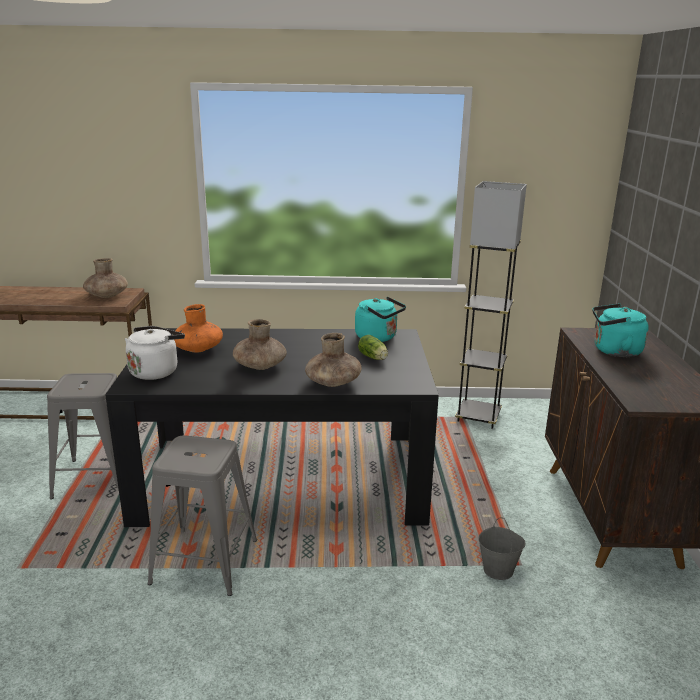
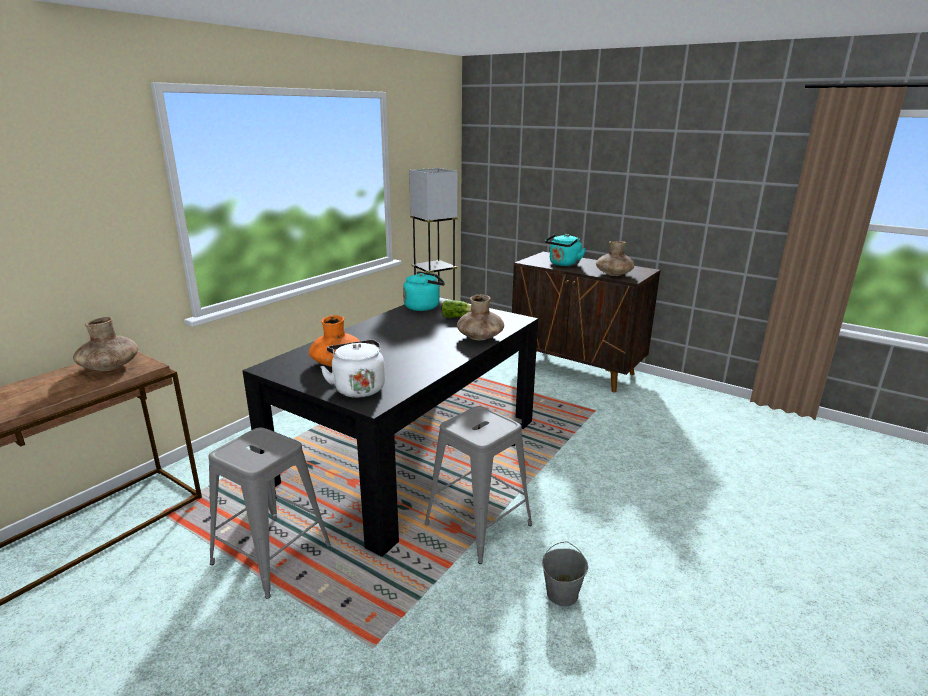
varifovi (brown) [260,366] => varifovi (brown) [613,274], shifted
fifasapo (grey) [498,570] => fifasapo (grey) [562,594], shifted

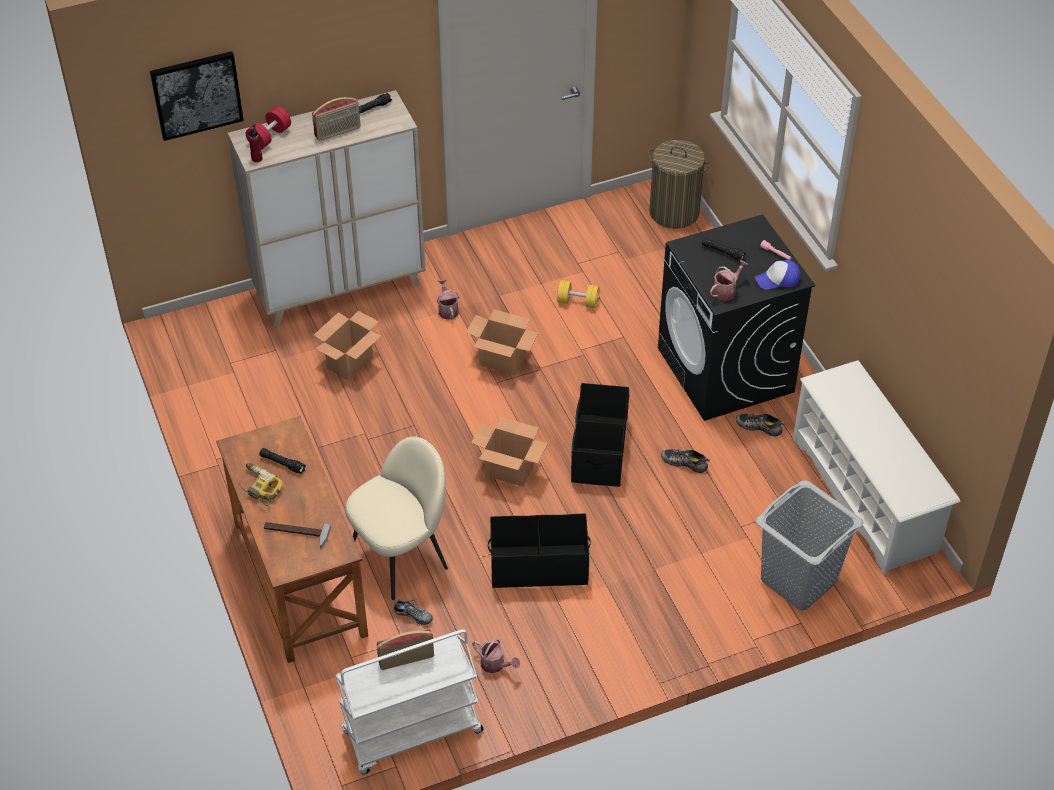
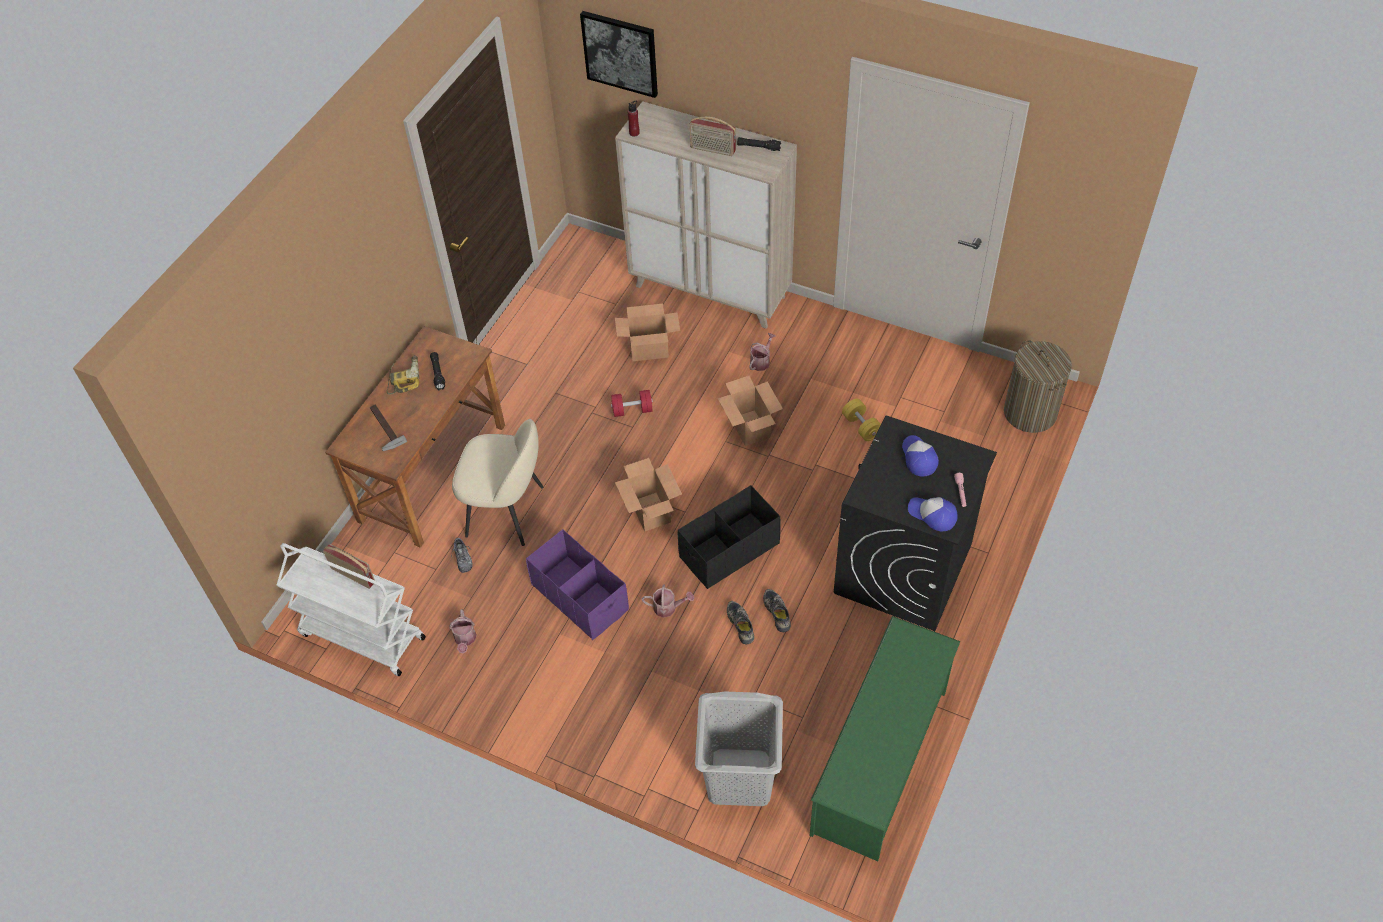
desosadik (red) [269,137] => desosadik (red) [632,410], shifted
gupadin [726,290] => gupadin [668,607], shifted
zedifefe [759,426] => zedifefe [741,624], shifted
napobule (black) [723,252] => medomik [918,458]
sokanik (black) [538,566] => sokanik (purple) [580,597]
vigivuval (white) [865,495] => vigivuval (green) [880,761]

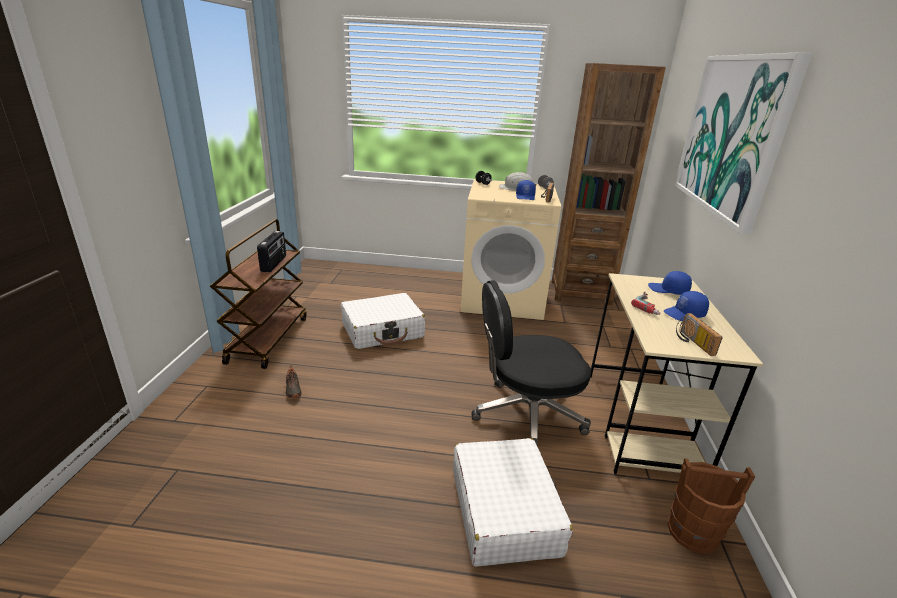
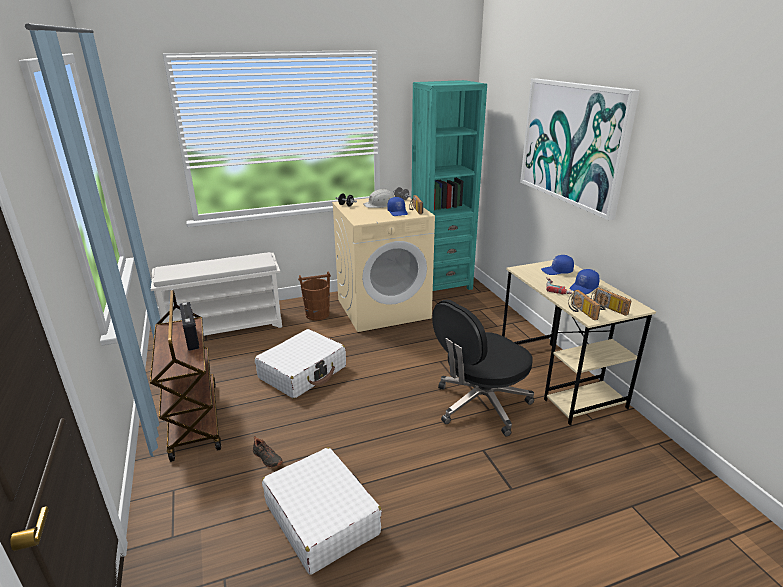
nothing => vigivuval (white) [227,327]
nothing => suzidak [580,311]
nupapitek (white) [504,510] => nupapitek (white) [321,518], shifted
fifasapo (brown) [693,532] => fifasapo (brown) [317,314], shifted
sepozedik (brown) [580,292] => sepozedik (turquoise) [441,284]

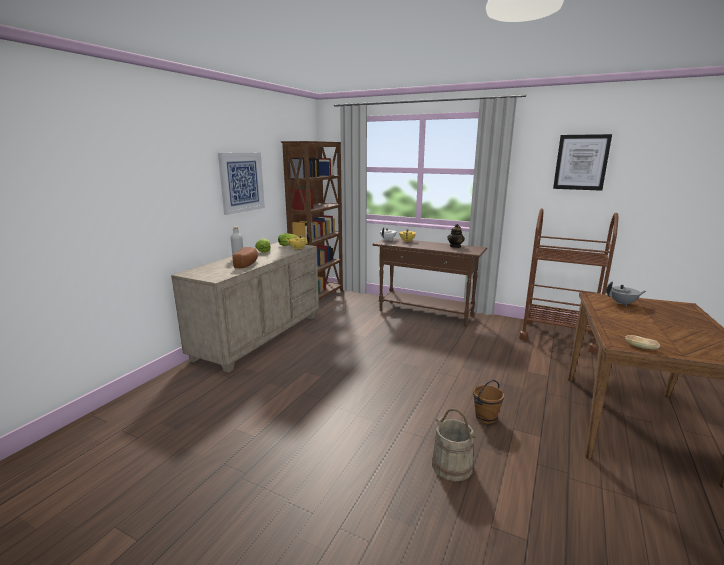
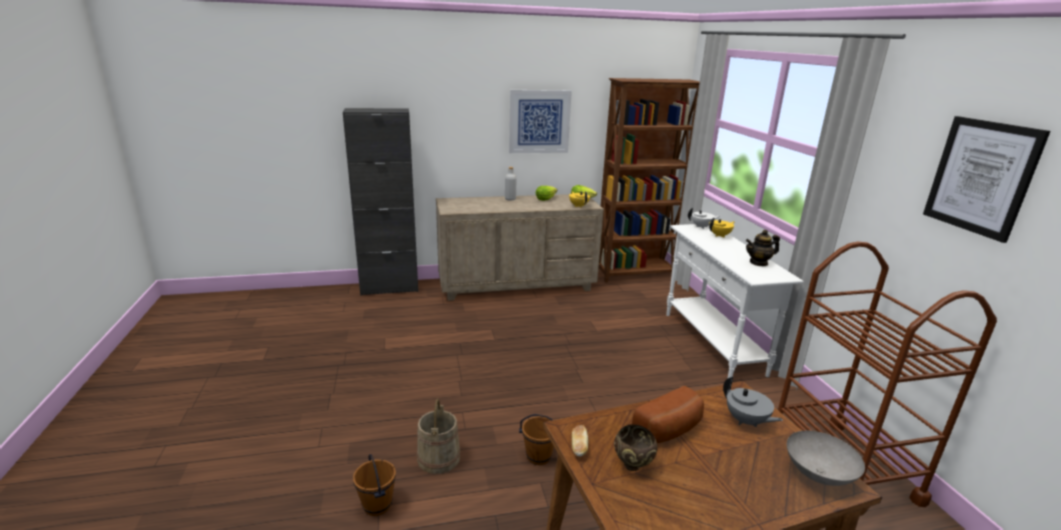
nothing => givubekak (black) [389,288]
nothing => fifasapo (brown) [377,505]
nothing => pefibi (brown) [633,466]
nothing => pefibi (grey) [818,474]
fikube [248,264] => fikube [670,430], shifted
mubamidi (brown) [425,313] => mubamidi (white) [712,343]

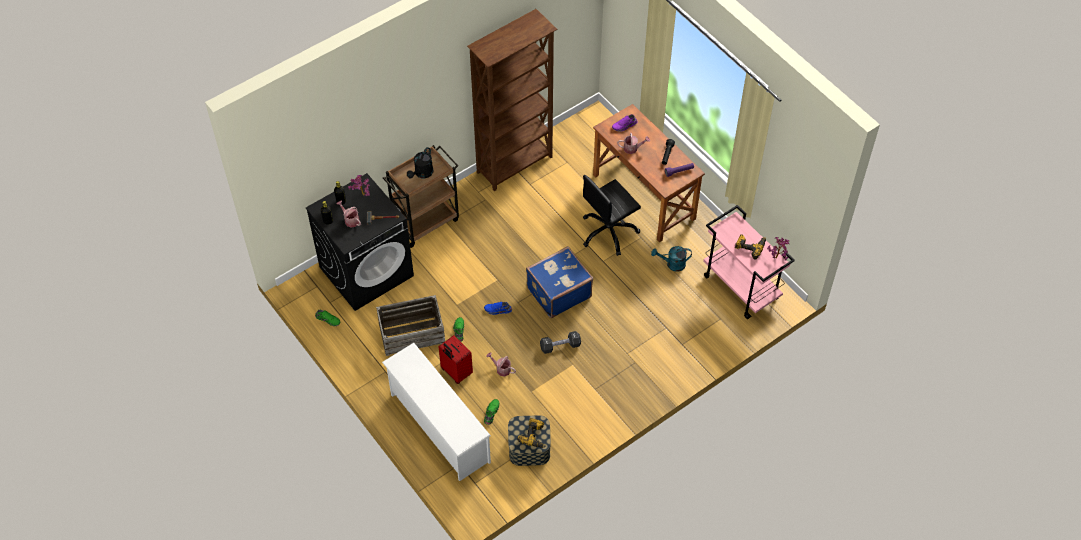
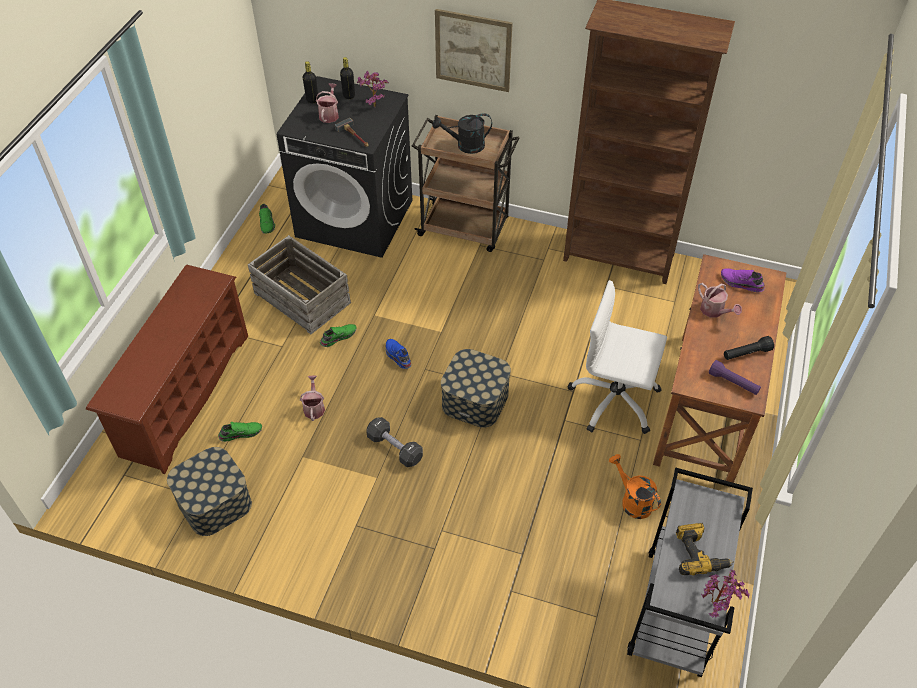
nupapitek (red) [456,372] => nothing
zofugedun [534,436] => nothing
nothing => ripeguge [473,50]
nupapitek (blue) [558,292] => sokanik [475,400]
vigivuval (white) [438,428] => vigivuval (brown) [184,393]
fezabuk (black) [609,232] => fezabuk (white) [614,400]
gupadin (turquoise) [672,264] => gupadin (orange) [632,500]
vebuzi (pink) [741,287] => vebuzi (grey) [675,613]

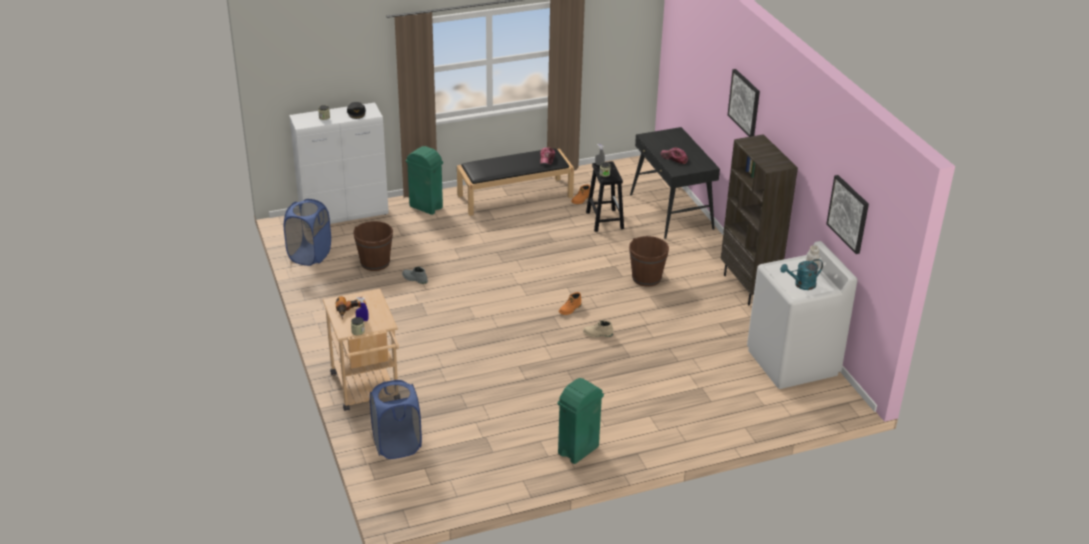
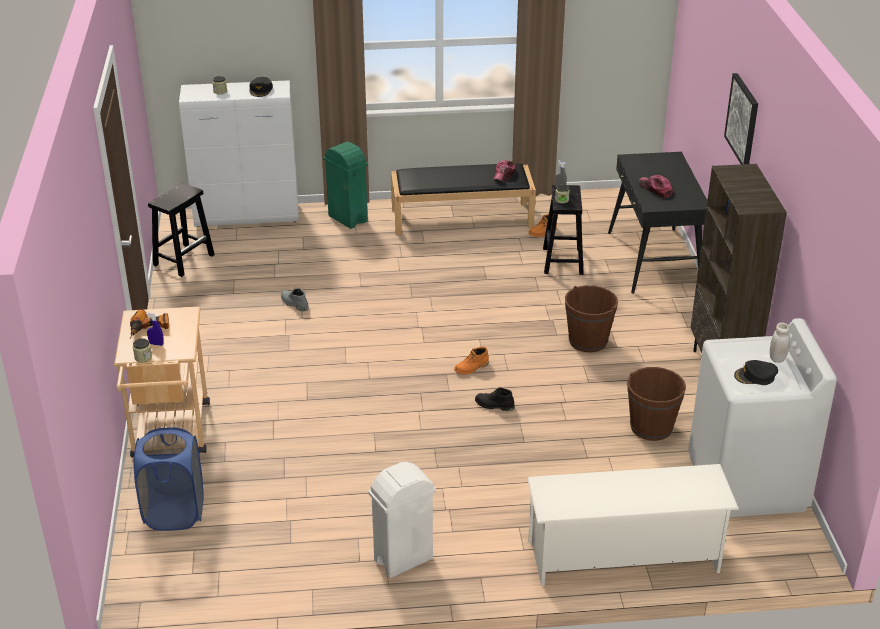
ripeguge [848,214] => nothing
nothing => vigivuval (white) [623,557]
fifasapo (brown) [375,263] => fifasapo (brown) [651,427], shifted
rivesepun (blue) [310,255] => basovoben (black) [184,259]
gupadin (turquoise) [801,285] => medomik (black) [755,376]
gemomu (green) [577,450] => gemomu (white) [402,559]
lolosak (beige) [597,334] => lolosak (black) [494,405]

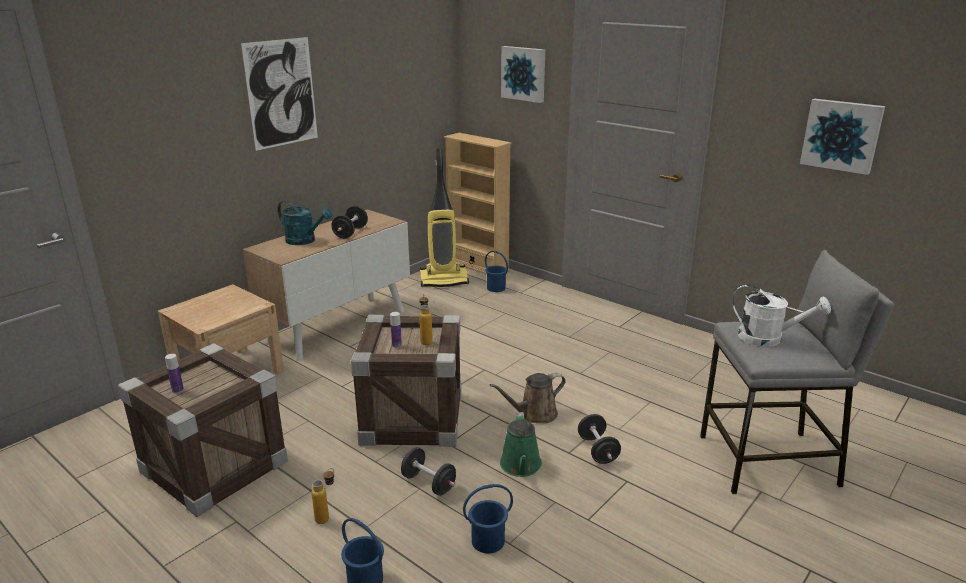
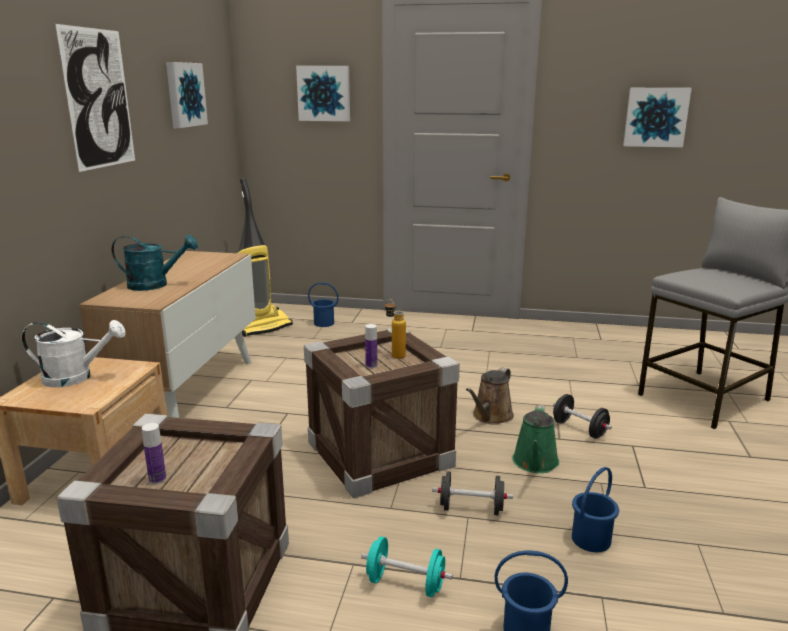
desosadik (black) [350,233] => nothing
sepozedik (beige) [477,266] => nothing
nothing => ripeguge [184,94]
gupadin (white) [768,339] => gupadin (white) [76,377], shifted
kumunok [327,517] => desosadik (turquoise) [405,584]
gupadin (green) [521,466] => gupadin (green) [535,463], 45 degrees clockwise

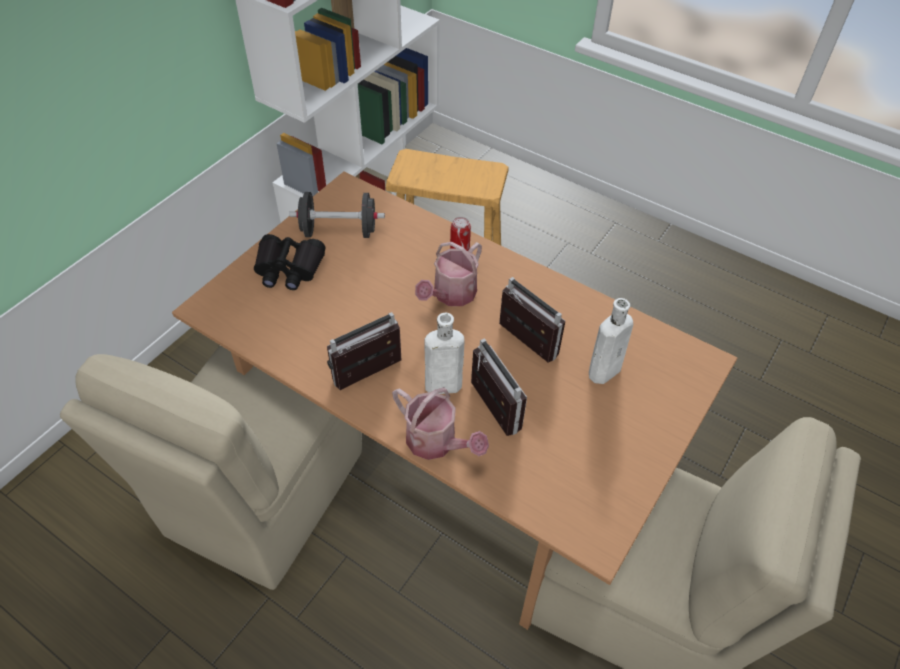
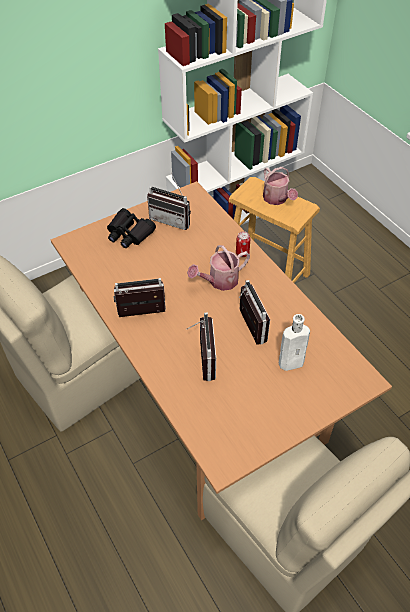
kumunok (white) [440,386] => nothing
gupadin [437,442] => gupadin [277,199], shifted
desosadik (black) [339,231] => suzidak [172,219]

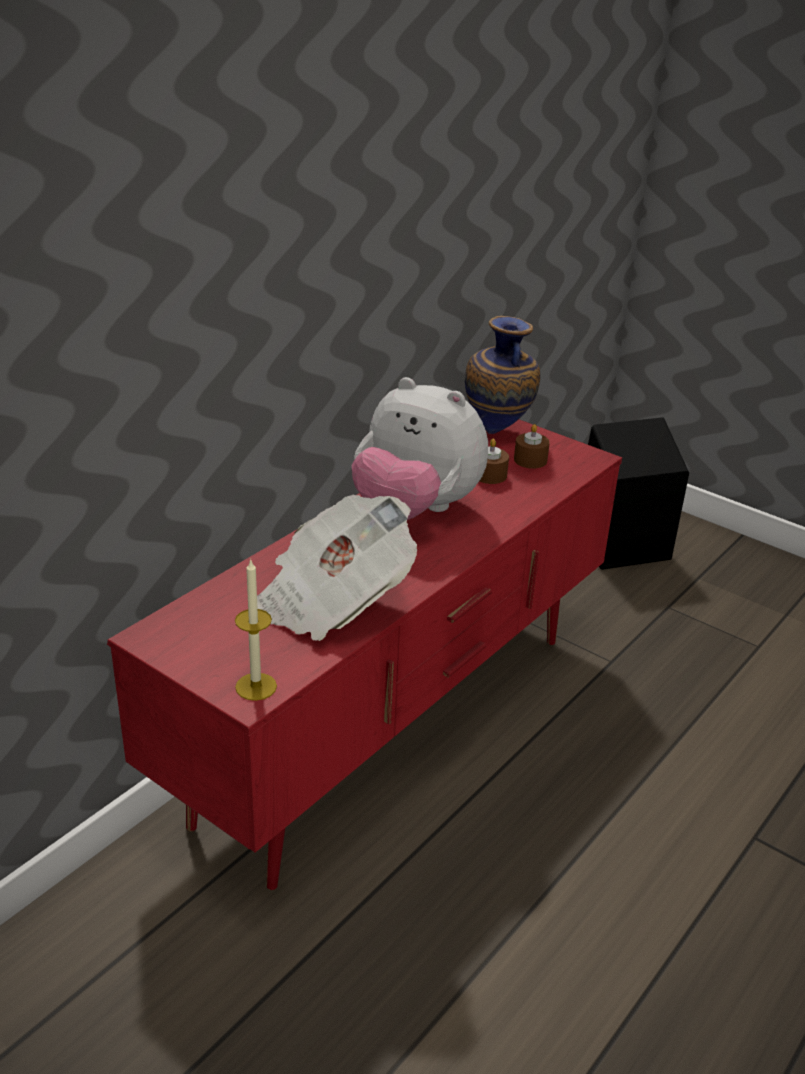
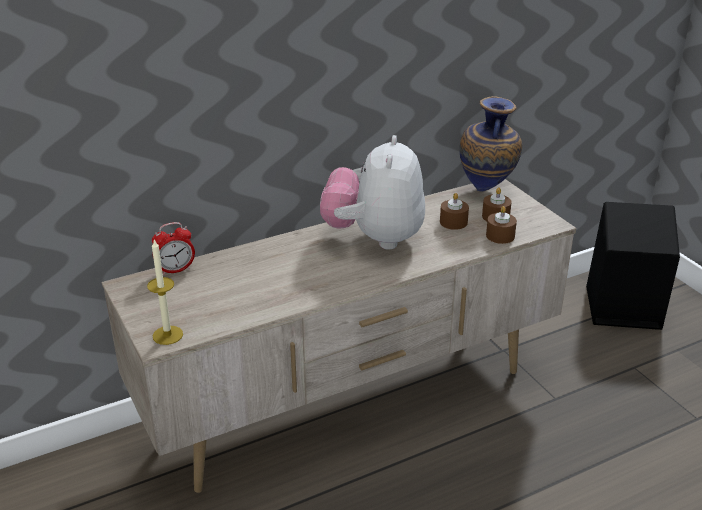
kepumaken [332,601] => nothing
nothing => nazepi [175,270]
nothing => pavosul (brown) [500,236]
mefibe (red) [393,727] => mefibe (beige) [350,404]
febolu [415,511] => febolu [374,238], 45 degrees clockwise

